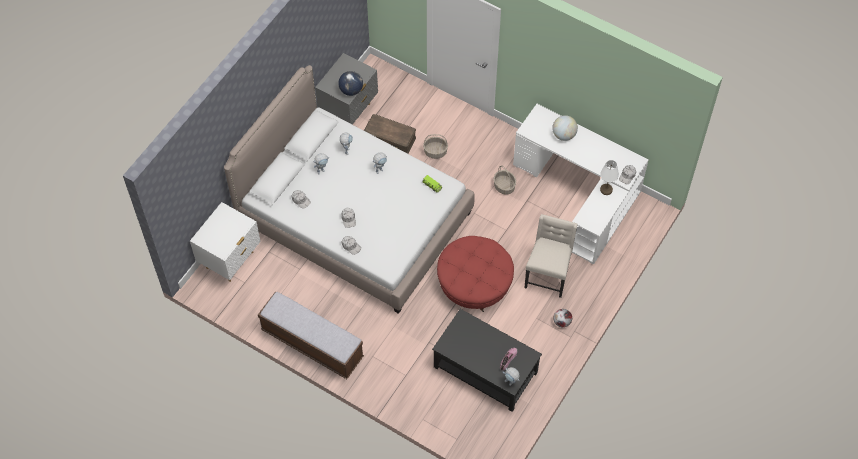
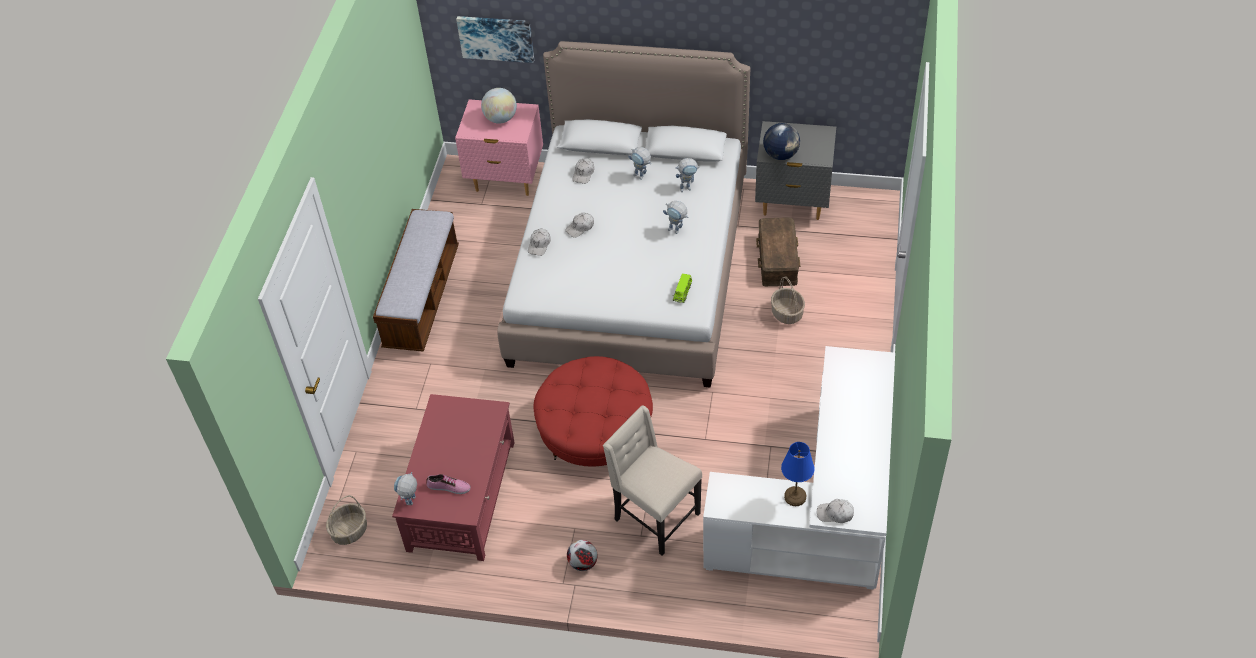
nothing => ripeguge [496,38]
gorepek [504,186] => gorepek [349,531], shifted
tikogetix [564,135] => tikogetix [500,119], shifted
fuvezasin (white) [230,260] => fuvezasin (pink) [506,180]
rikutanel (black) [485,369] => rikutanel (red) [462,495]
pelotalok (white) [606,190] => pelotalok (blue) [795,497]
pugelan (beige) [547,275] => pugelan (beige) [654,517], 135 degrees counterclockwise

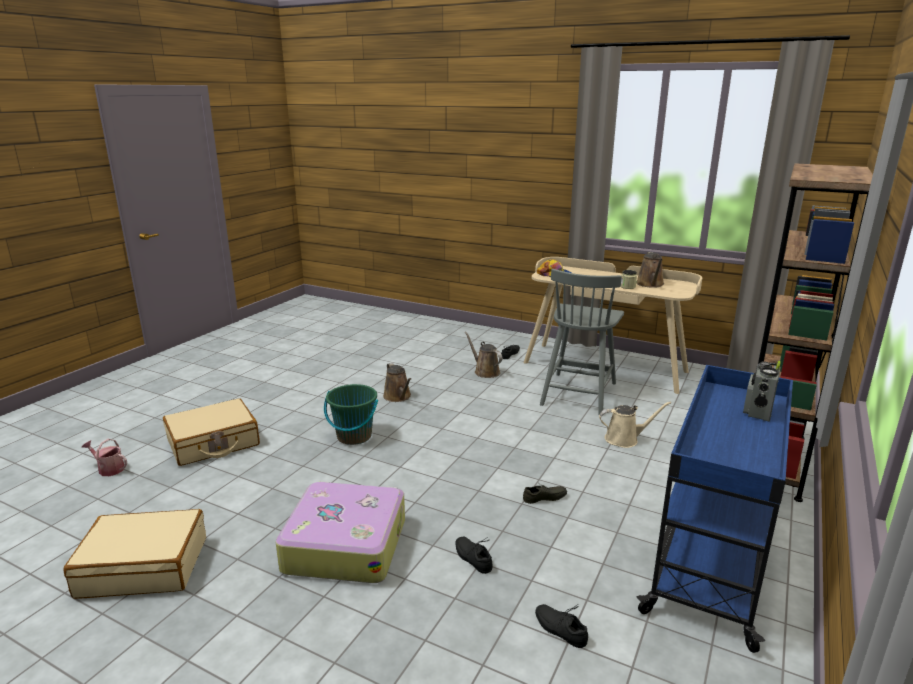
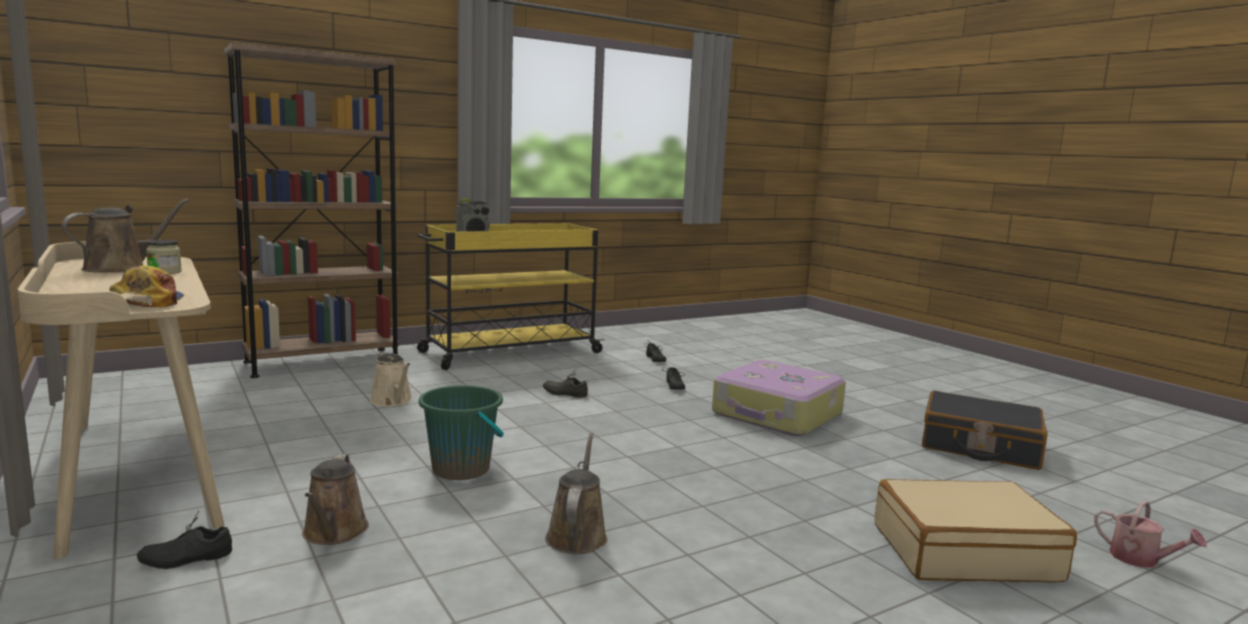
pugelan (grey) [578,393] => nothing
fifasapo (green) [354,436] => fifasapo (green) [461,469], shifted
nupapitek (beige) [144,566] => nupapitek (black) [979,446]
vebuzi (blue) [712,555] => vebuzi (yellow) [509,352]
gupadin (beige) [624,439] => gupadin (beige) [393,401], 150 degrees counterclockwise

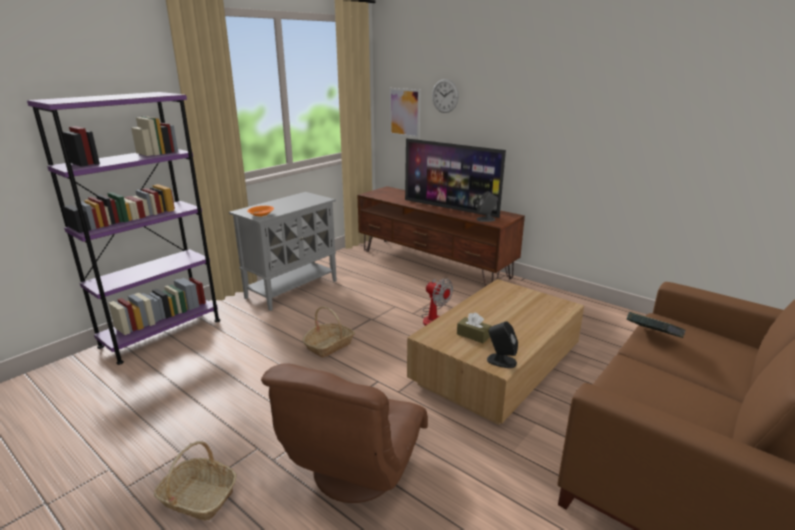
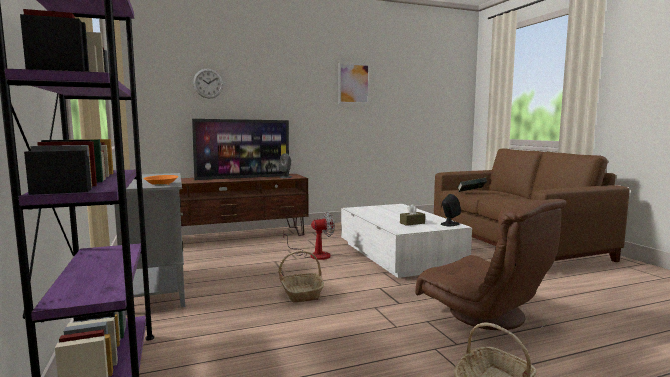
ripeguge [404,112] => ripeguge [354,83], shifted
rikutanel (brown) [496,366] => rikutanel (white) [399,255]

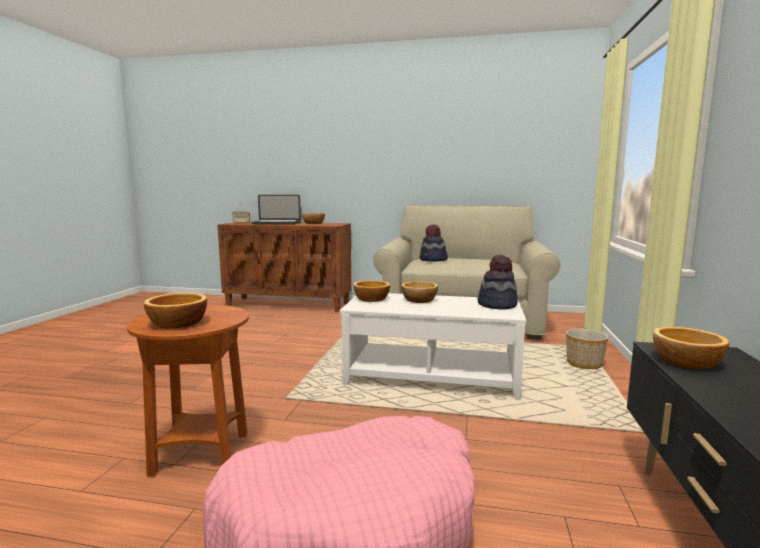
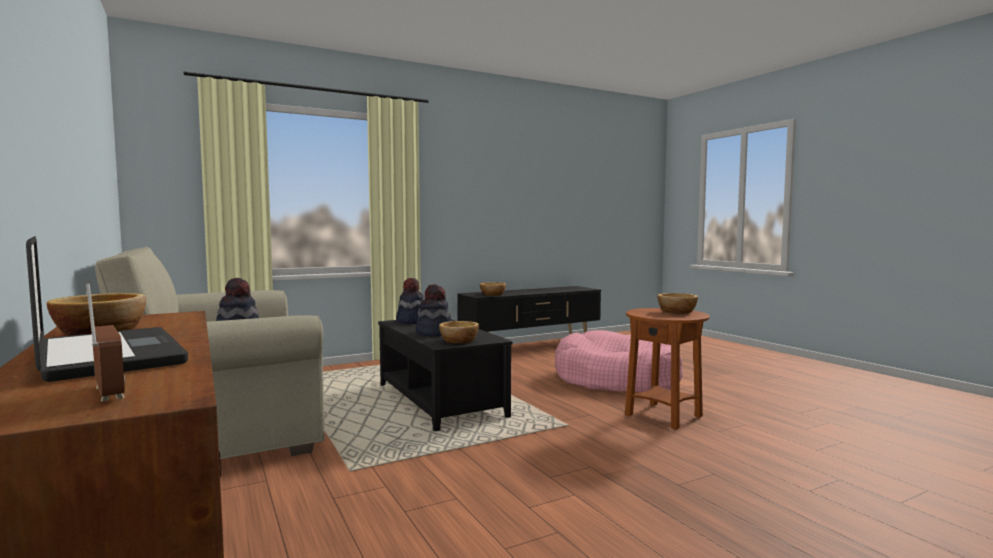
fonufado [584,364] => nothing
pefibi [420,300] => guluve [434,333]
rikutanel (white) [431,376] => rikutanel (black) [438,401]

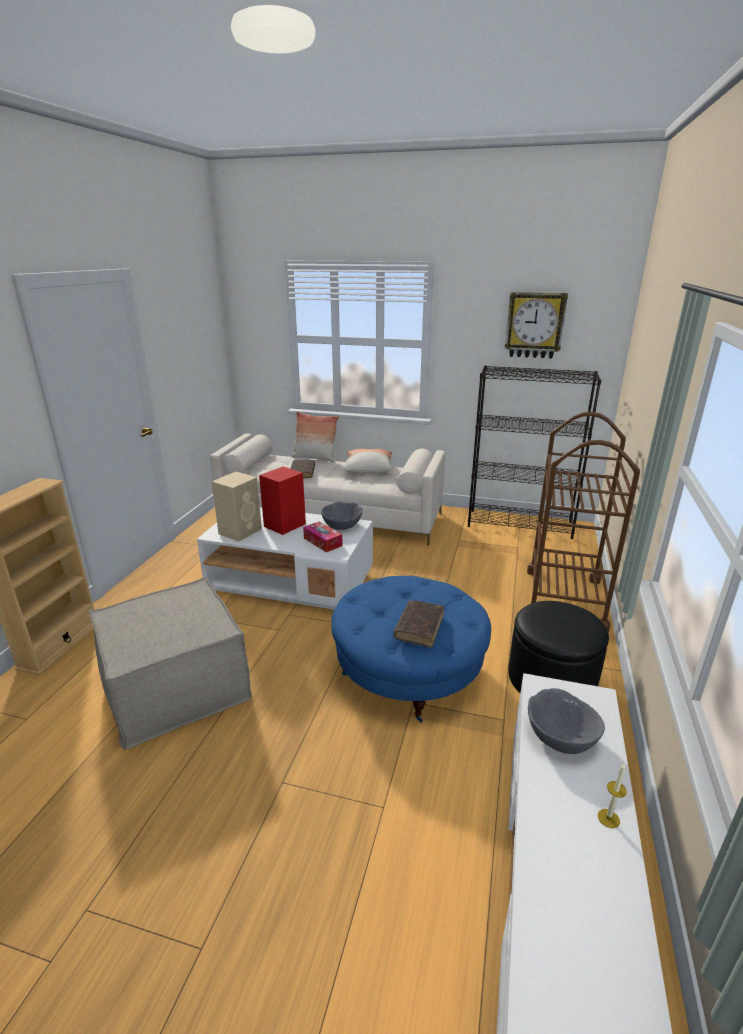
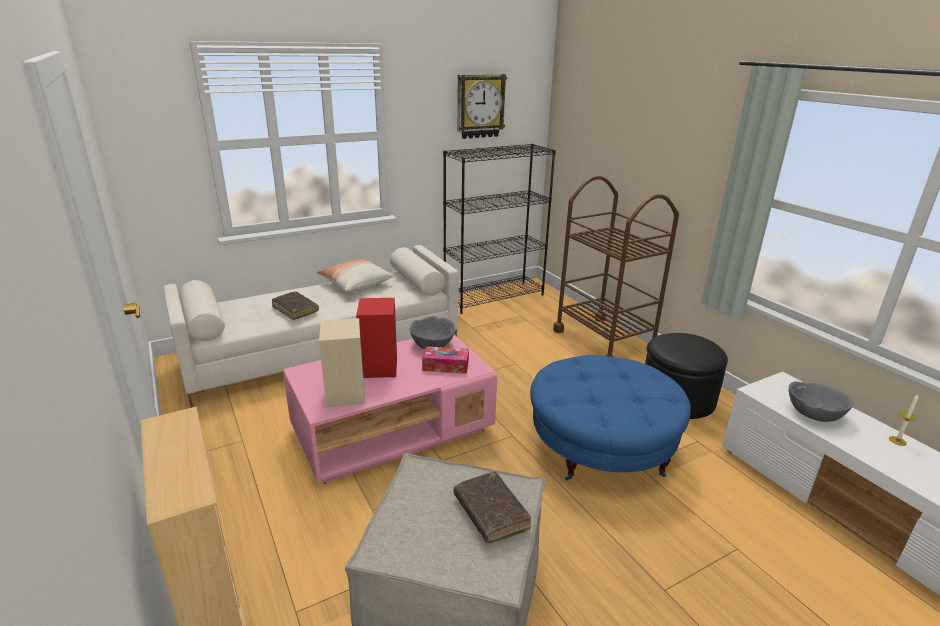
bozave [315,458] => nothing
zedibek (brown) [419,628] => zedibek (brown) [491,513], shifted
rikutanel (white) [291,582] => rikutanel (pink) [393,430]

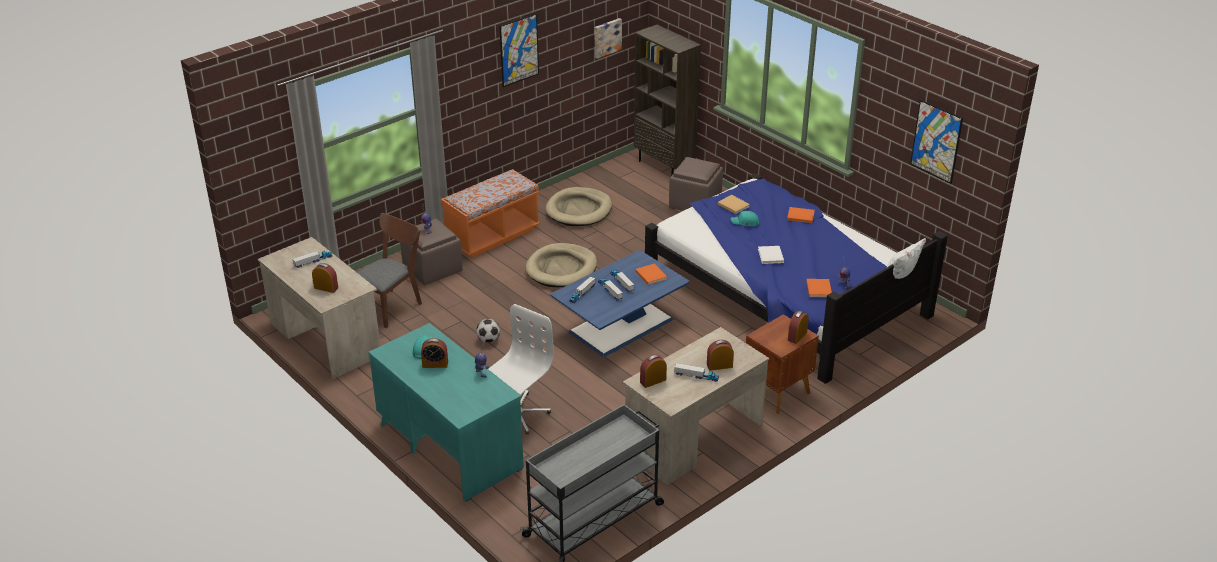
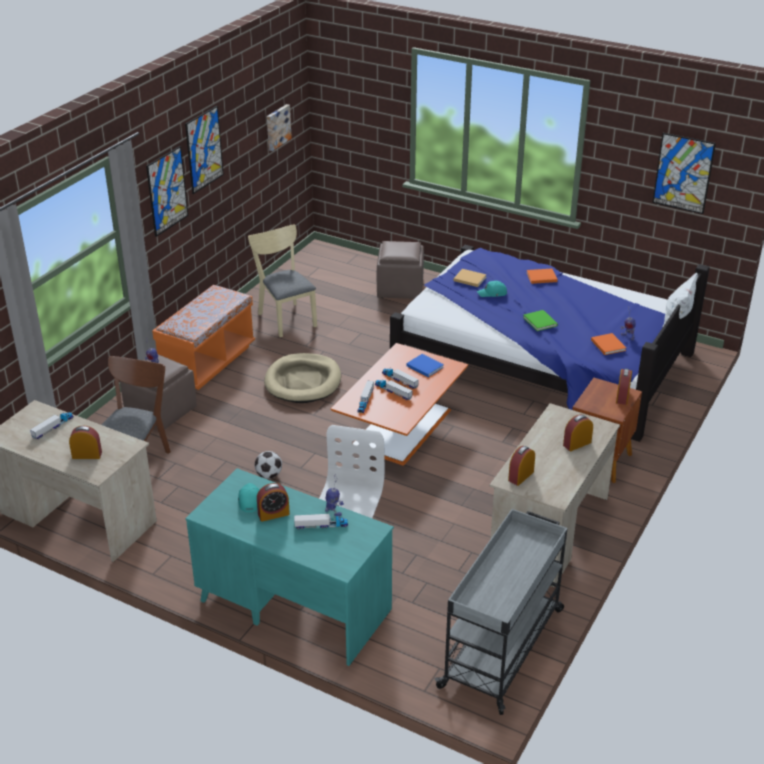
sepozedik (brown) [664,166] => nothing
nothing => ripeguge [167,191]
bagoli [696,376] => bagoli [321,525], shifted
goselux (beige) [579,210] => pugelan (beige) [285,317]
rikutanel (blue) [619,326] => rikutanel (orange) [400,429]
zedibek (orange) [650,275] => zedibek (blue) [424,366]
zedibek (white) [770,256] => zedibek (green) [540,322]

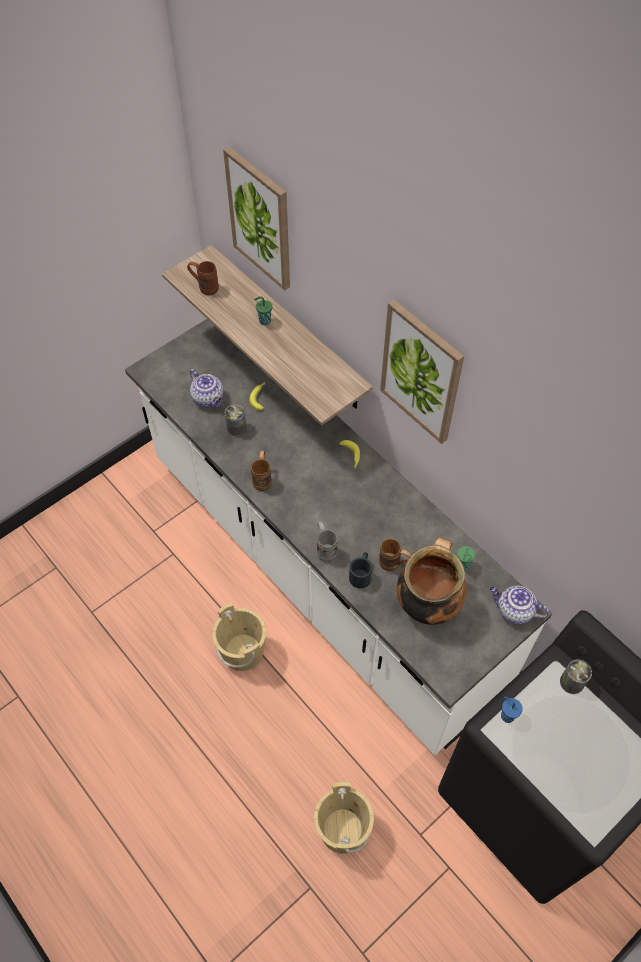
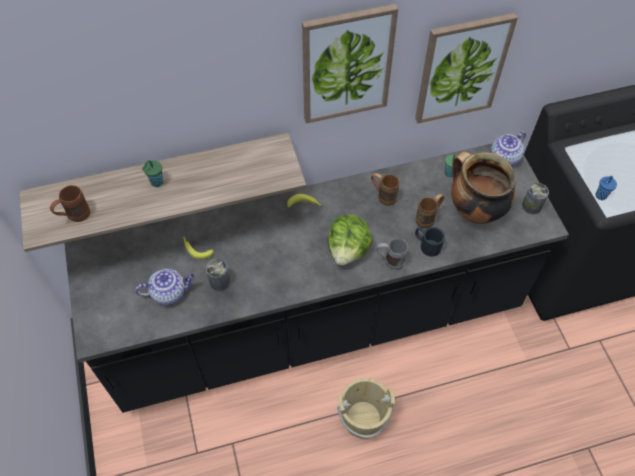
fifasapo (beige) [342,829] => nothing
nothing => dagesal [348,250]
ripeguge [260,219] => ripeguge [461,68], shifted
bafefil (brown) [262,478] => bafefil (brown) [383,196], shifted
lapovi [571,682] => lapovi [531,206], shifted
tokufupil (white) [320,572] => tokufupil (black) [317,324]

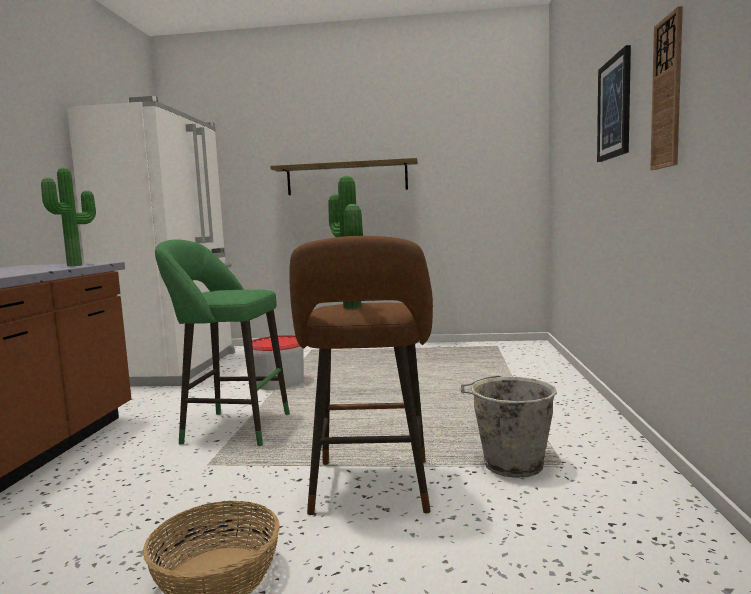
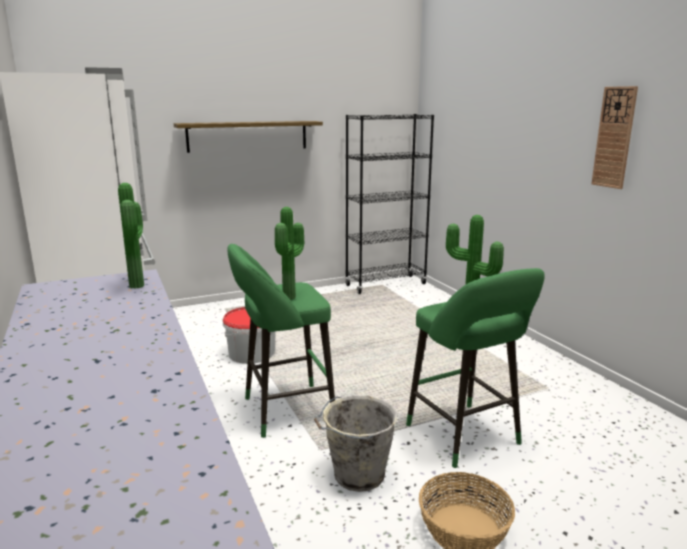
ripeguge [614,108] => nothing
nothing => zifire [291,297]
nothing => sepozedik (black) [385,284]
fifasapo (grey) [510,464] => fifasapo (grey) [357,475], shifted
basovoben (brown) [370,490] => basovoben (green) [466,437]

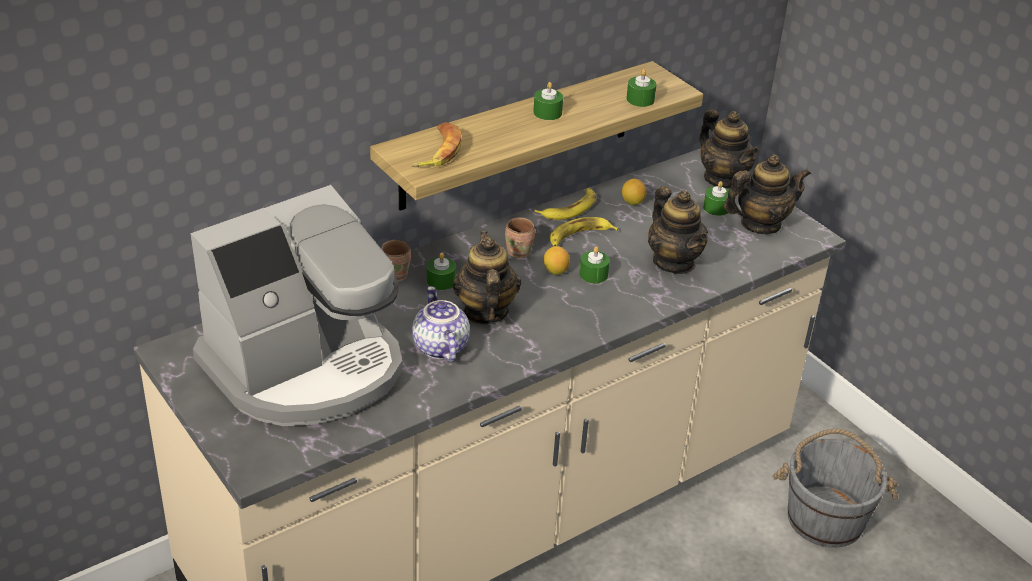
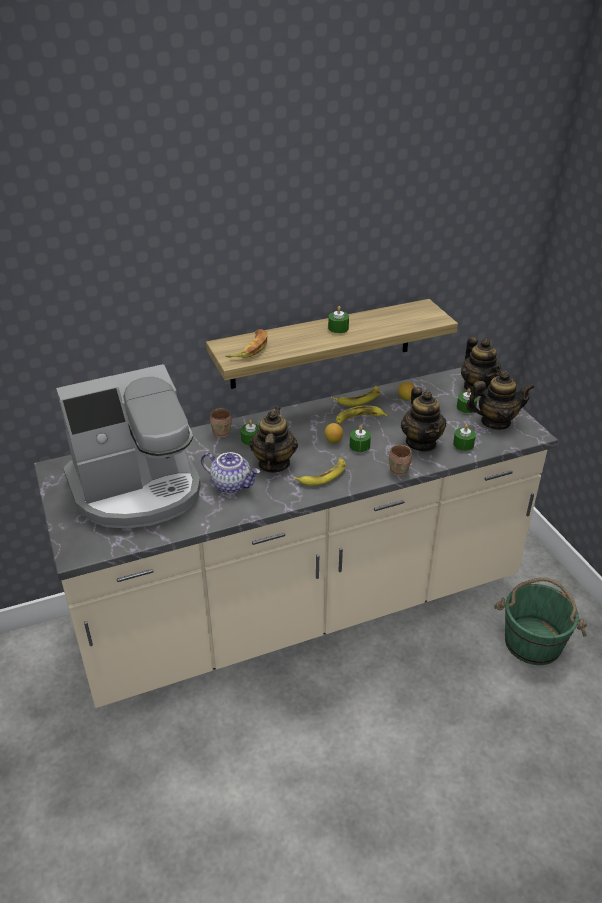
nothing => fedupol [323,475]
bafefil (brown) [521,251] => bafefil (brown) [400,470], shifted
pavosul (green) [640,99] => pavosul (green) [463,444], shifted
fifasapo (grey) [825,517] => fifasapo (green) [533,641]
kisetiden [439,347] => kisetiden [232,484], 120 degrees clockwise

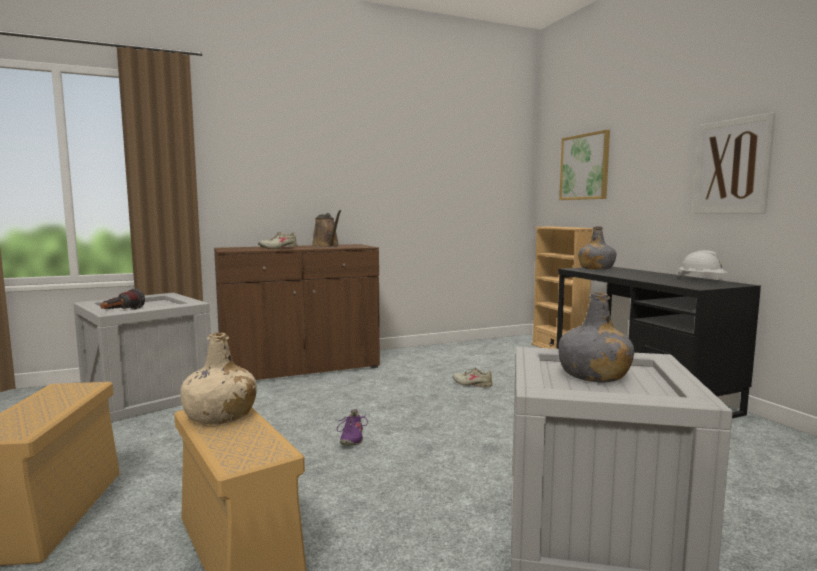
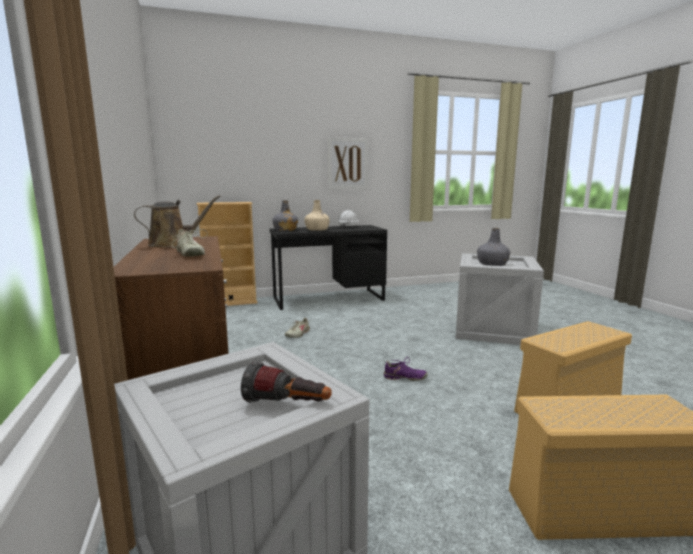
ripeguge [584,167] => nothing
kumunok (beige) [220,416] => kumunok (beige) [317,230], shifted

